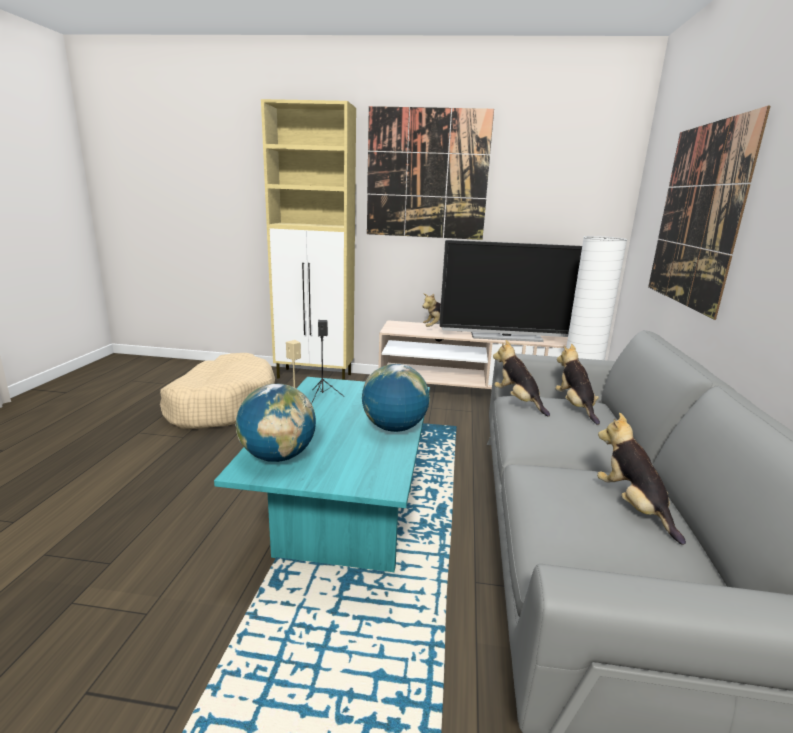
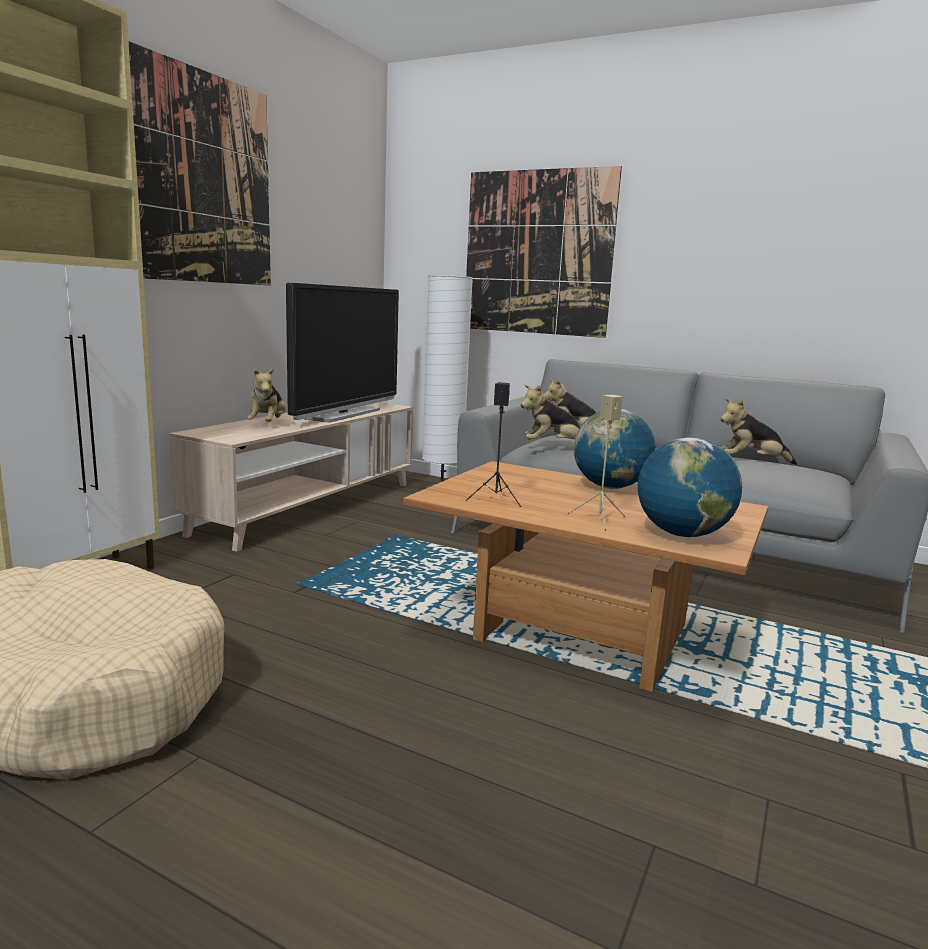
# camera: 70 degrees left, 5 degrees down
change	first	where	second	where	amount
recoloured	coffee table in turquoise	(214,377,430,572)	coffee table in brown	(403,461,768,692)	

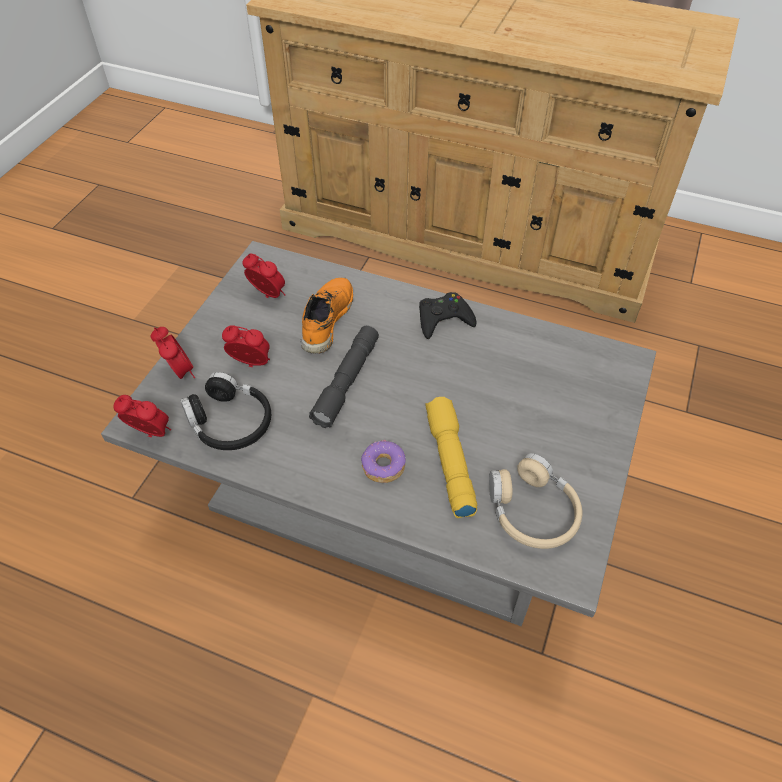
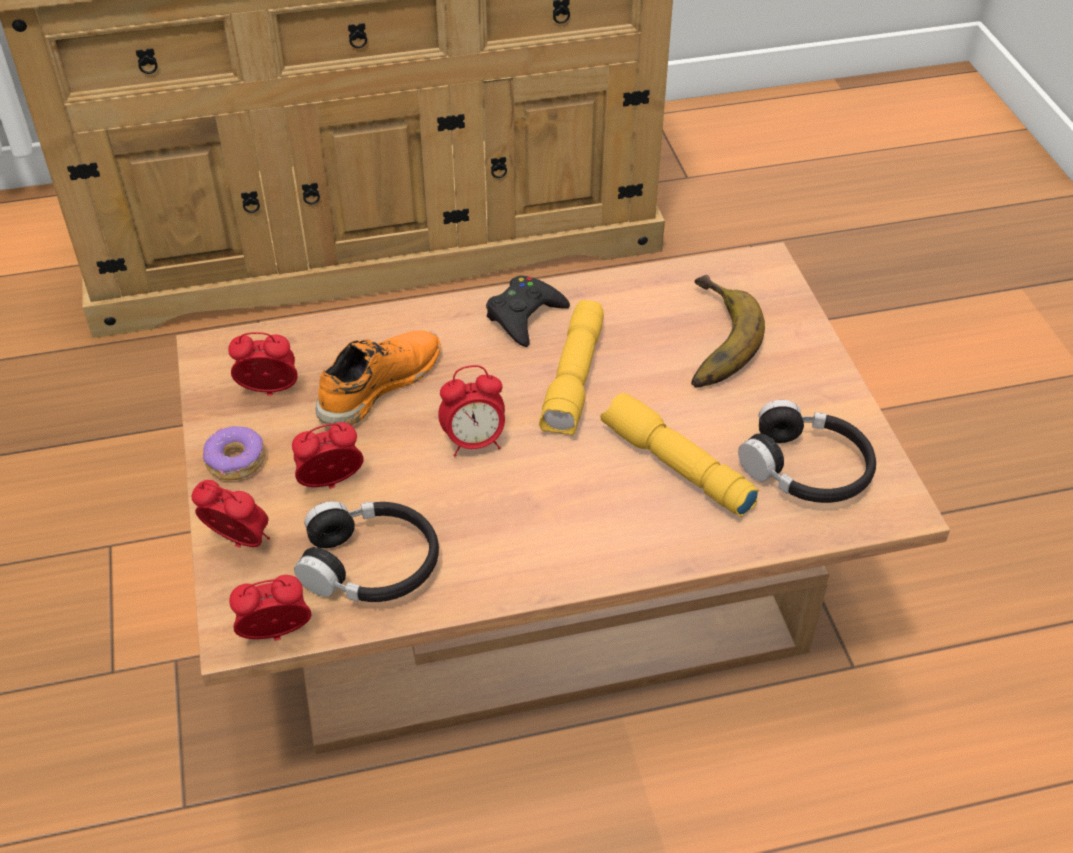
# camera: 35 degrees left, 5 degrees down
change	first	where	second	where	amount
added			flashlight in yellow	(539,300,604,436)	
added			banana	(691,275,765,388)	
moved	donut	(361,440,406,483)		(203,426,265,480)	
replaced	flashlight in grey	(309,326,379,428)	alarm clock	(438,365,505,456)	
recoloured	coffee table in grey	(101,241,656,626)	coffee table in brown	(176,242,950,754)	
recoloured	headphones in beige	(489,453,582,549)	headphones in black	(738,400,876,503)	
turned	shoe in orange	(300,277,353,354)		(315,331,441,426)	60 degrees clockwise

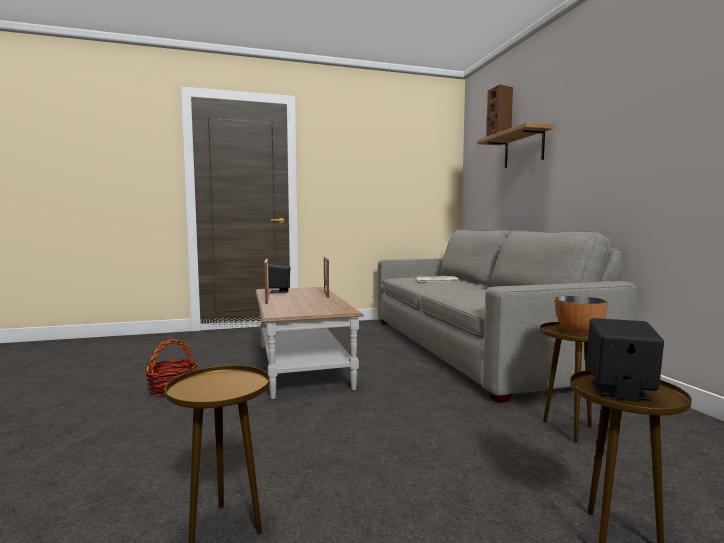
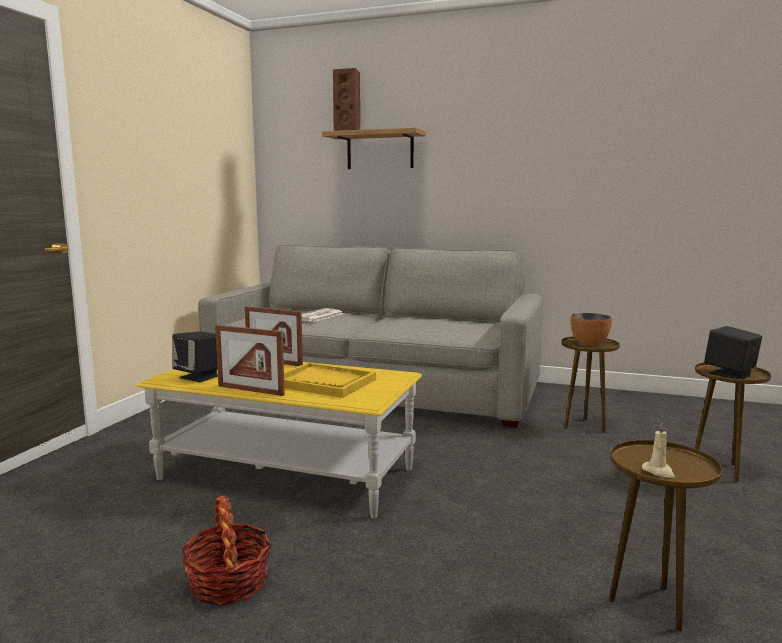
# camera: 55 degrees left, 5 degrees up
change	first	where	second	where	amount
added			tray in yellow	(284,363,376,398)	
added			candle in beige	(642,422,675,478)	
recoloured	coffee table in brown	(256,287,364,399)	coffee table in yellow	(136,362,422,519)	

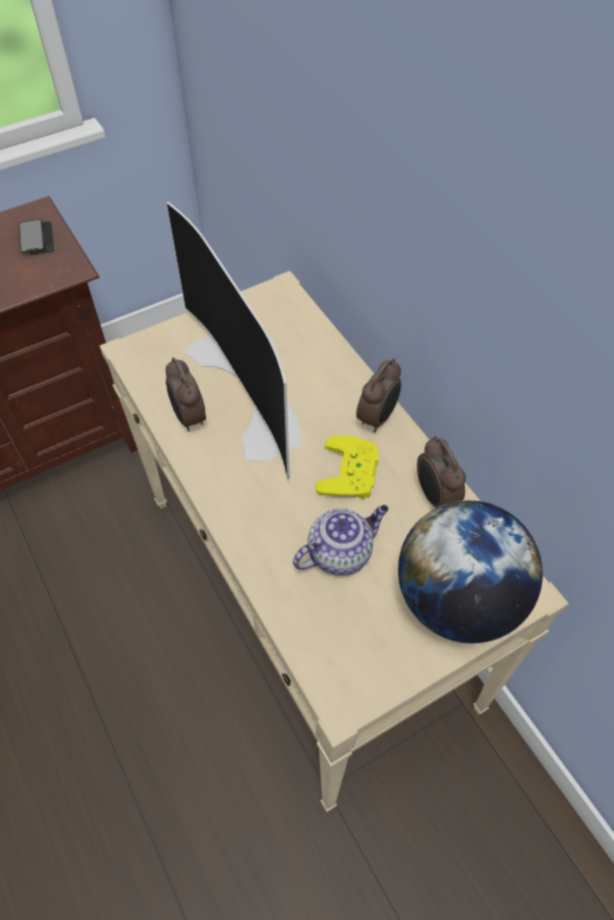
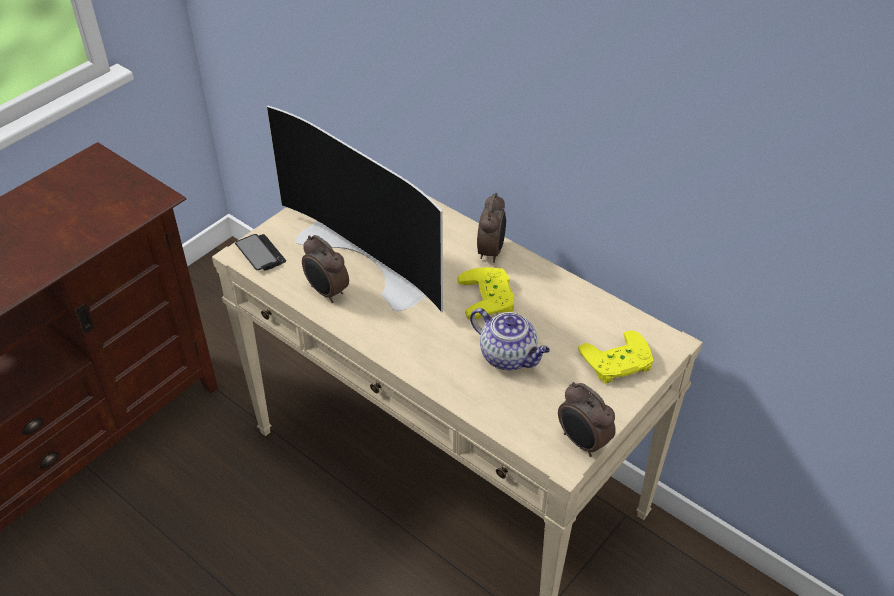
# camera: 20 degrees left, 10 degrees down
change	first	where	second	where	amount
moved	phone	(19,219,54,255)		(235,234,286,270)	
moved	alarm clock	(417,436,466,508)		(558,382,616,457)	
replaced	globe	(398,500,543,643)	game controller in yellow	(578,330,653,384)	
turned	teapot	(293,505,388,575)		(470,308,550,370)	90 degrees clockwise

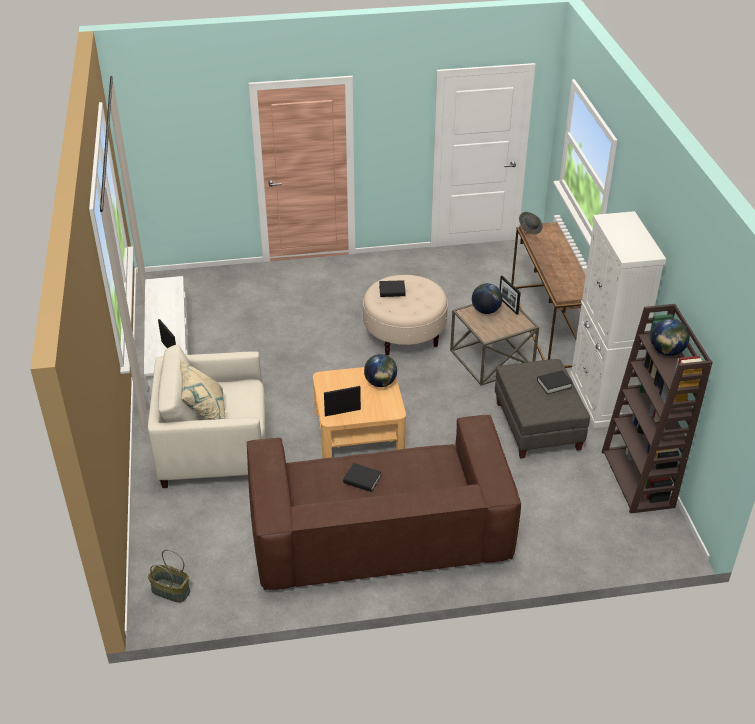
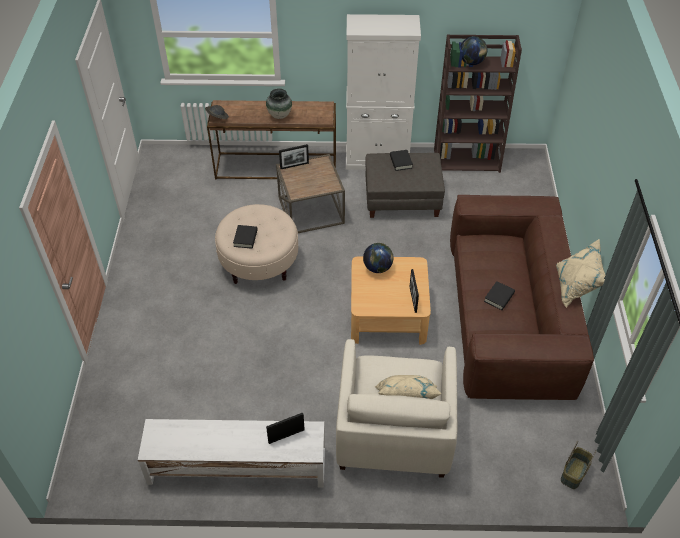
# camera: 80 degrees left, 10 degrees up
change	first	where	second	where	amount
removed	globe	(472,283,503,314)			
added			vase	(266,88,292,119)	
added			pillow in beige	(556,239,606,308)	

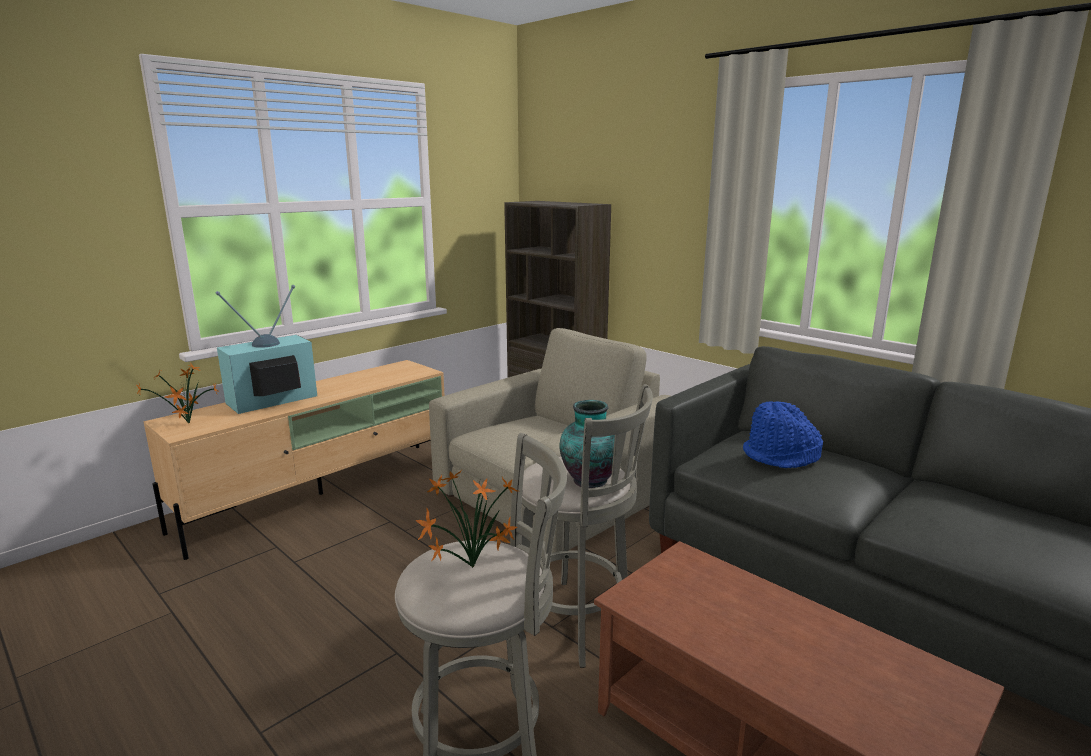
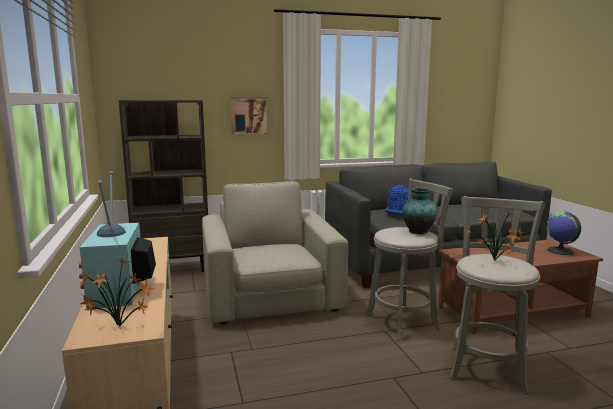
# camera: 60 degrees left, 5 degrees down
change	first	where	second	where	amount
added			picture	(230,97,269,135)	
added			globe	(546,212,581,255)	

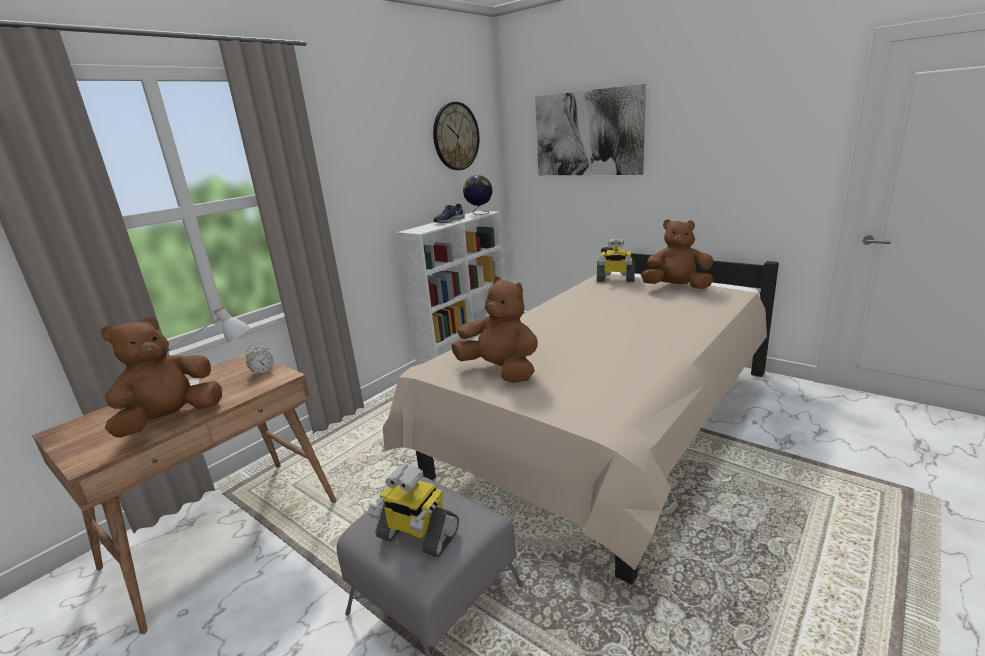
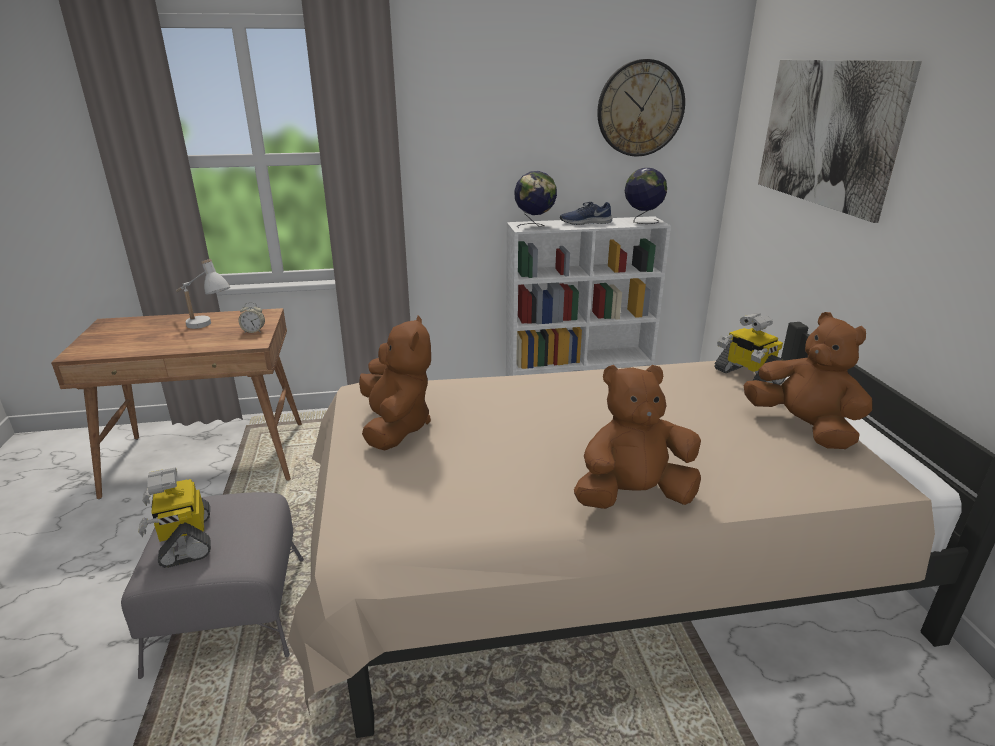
# camera: 40 degrees right, 5 degrees up
change	first	where	second	where	amount
added			globe	(514,171,557,228)	
moved	plush toy in brown	(101,317,222,438)		(574,365,701,509)	

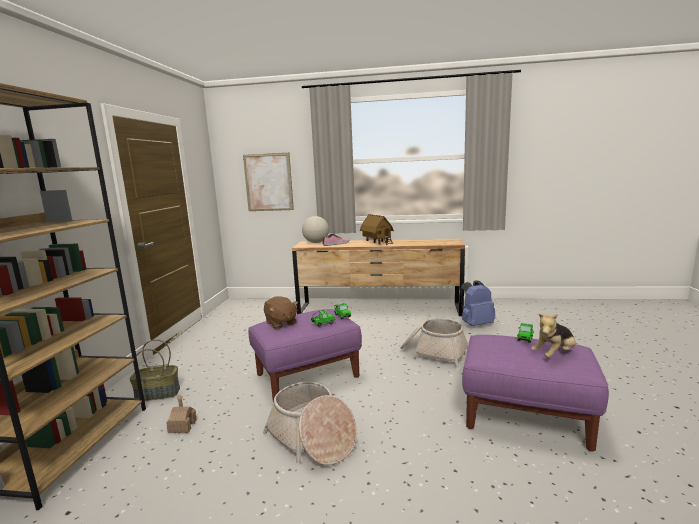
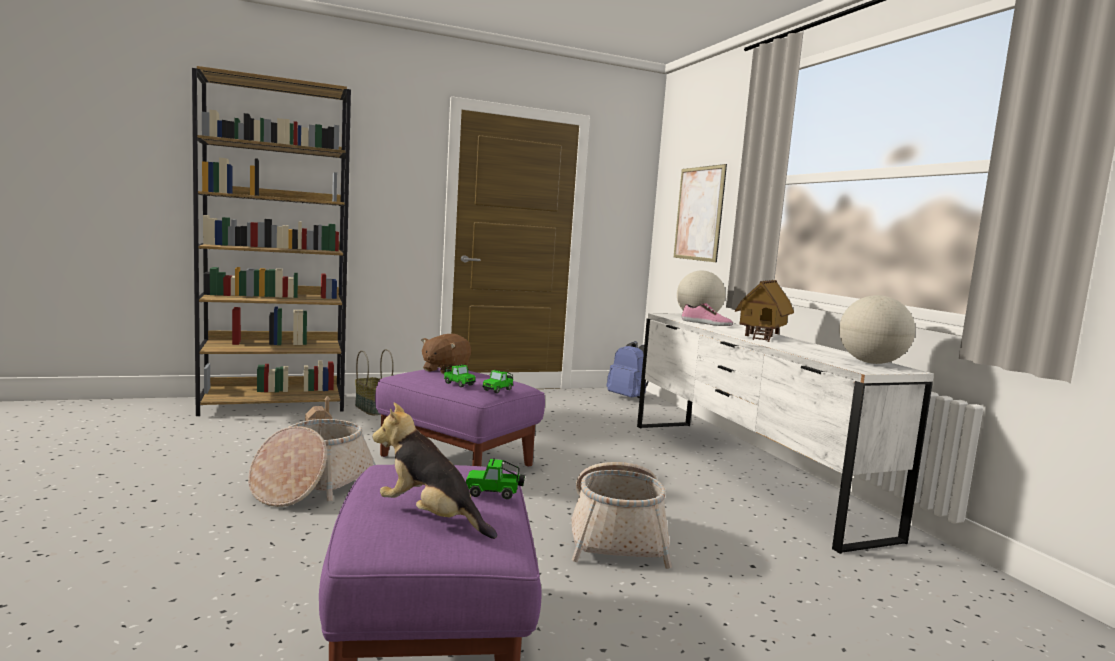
# camera: 60 degrees right, 5 degrees down
change	first	where	second	where	amount
added			globe	(839,295,915,364)	
moved	backpack in blue	(460,280,495,326)		(607,341,649,398)	
recoloured	dresser in brown	(292,238,465,316)	dresser in white	(637,313,934,554)	

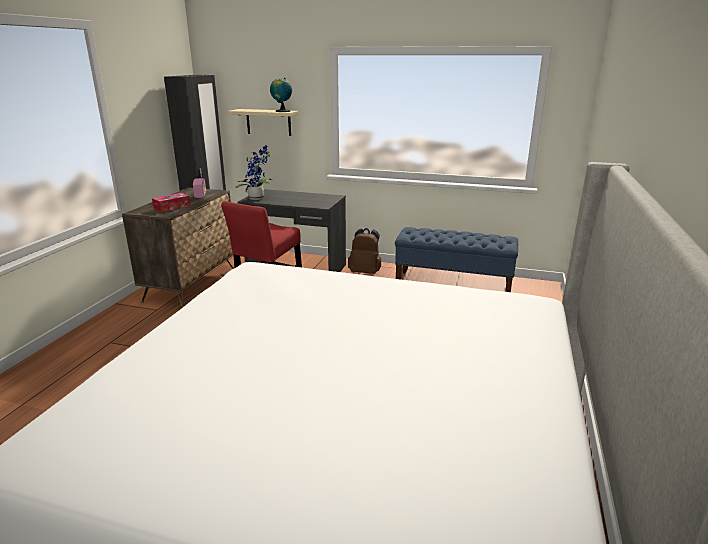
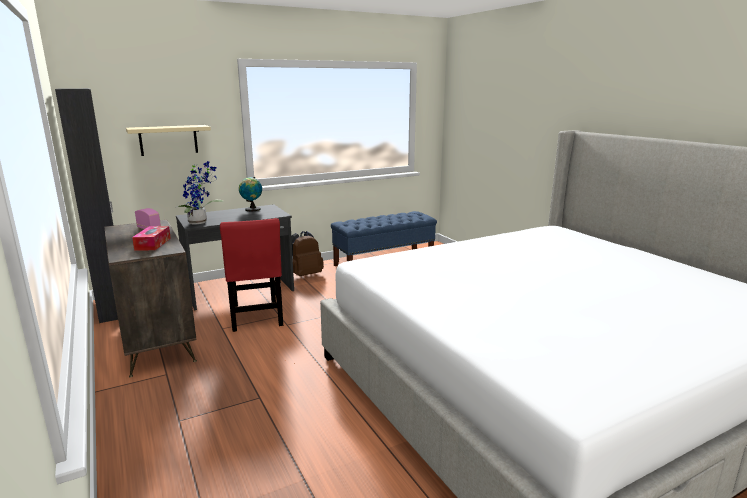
# camera: 45 degrees left, 5 degrees down
change	first	where	second	where	amount
moved	globe	(270,78,292,112)		(239,177,262,211)	

